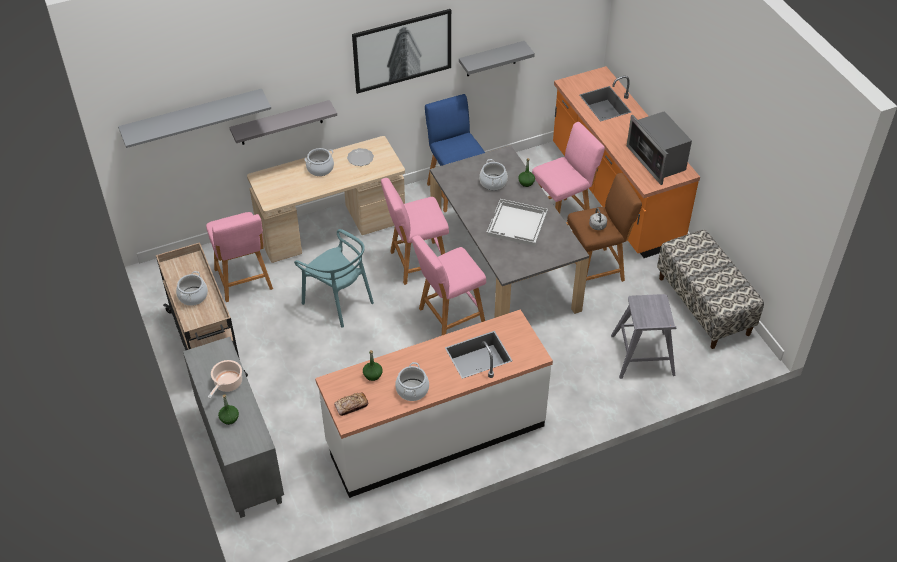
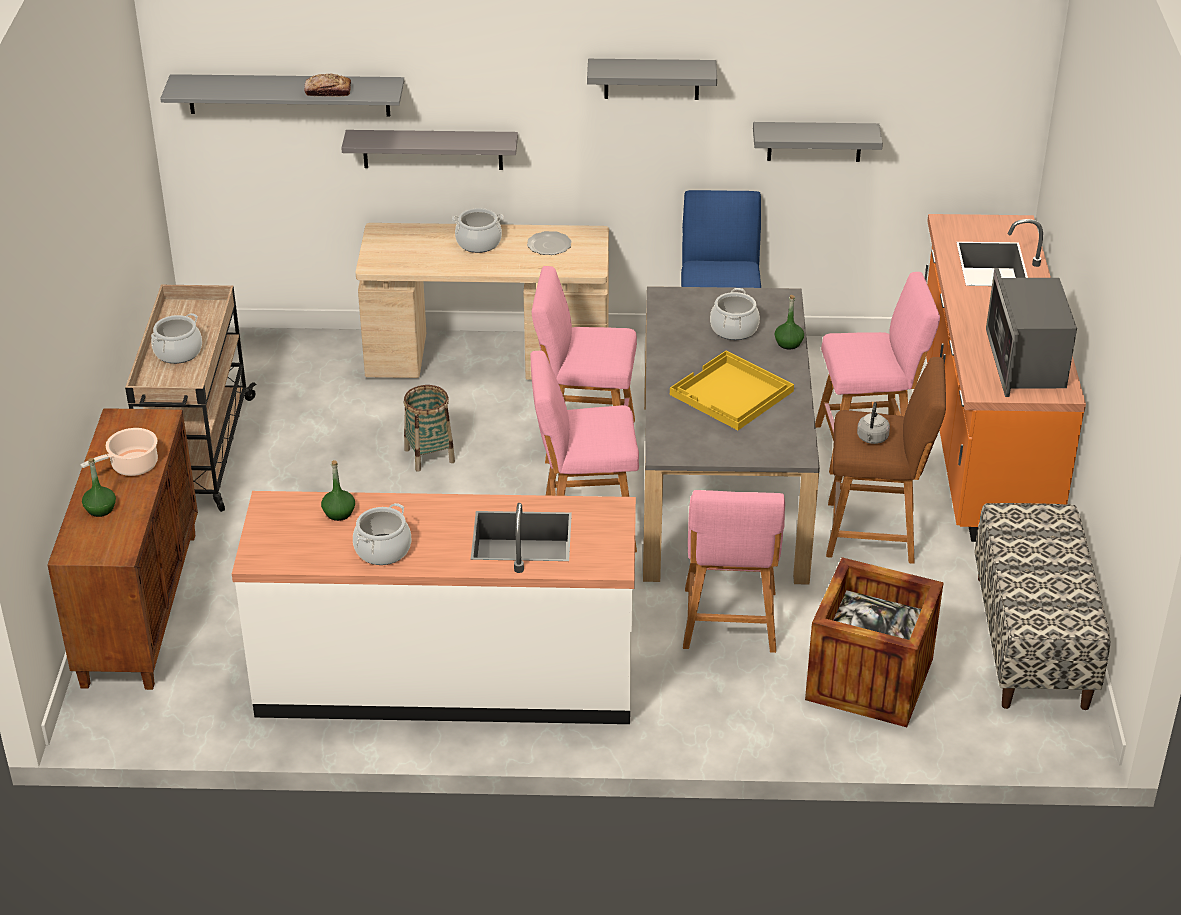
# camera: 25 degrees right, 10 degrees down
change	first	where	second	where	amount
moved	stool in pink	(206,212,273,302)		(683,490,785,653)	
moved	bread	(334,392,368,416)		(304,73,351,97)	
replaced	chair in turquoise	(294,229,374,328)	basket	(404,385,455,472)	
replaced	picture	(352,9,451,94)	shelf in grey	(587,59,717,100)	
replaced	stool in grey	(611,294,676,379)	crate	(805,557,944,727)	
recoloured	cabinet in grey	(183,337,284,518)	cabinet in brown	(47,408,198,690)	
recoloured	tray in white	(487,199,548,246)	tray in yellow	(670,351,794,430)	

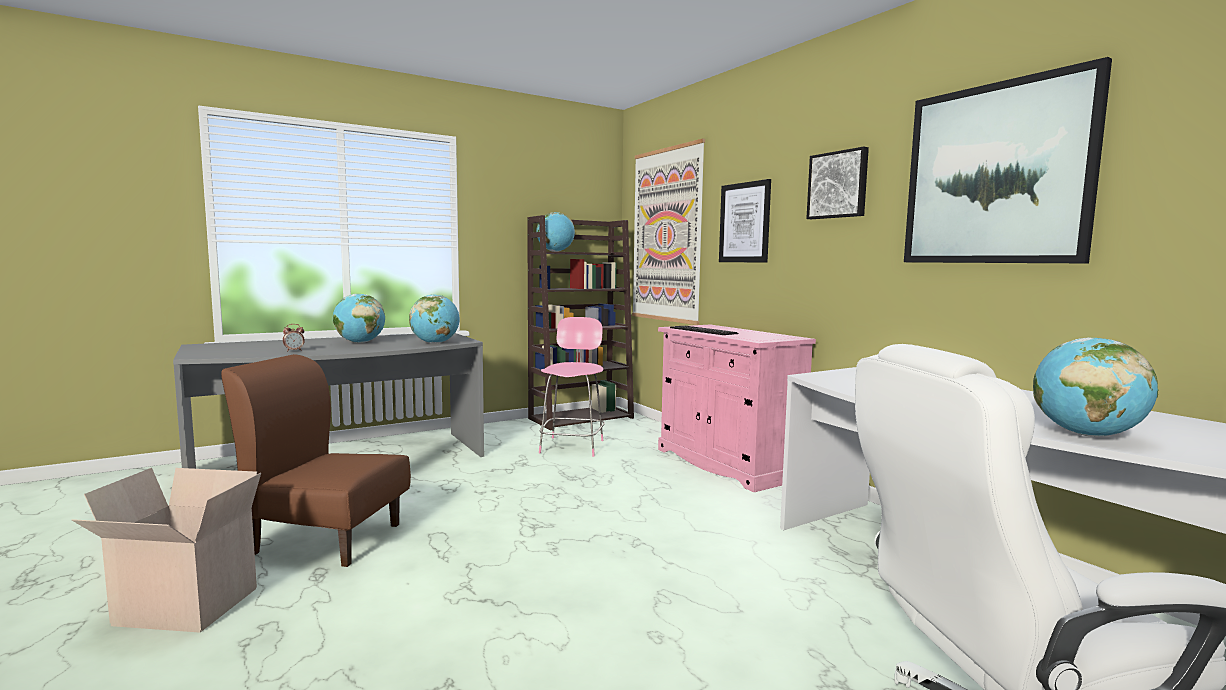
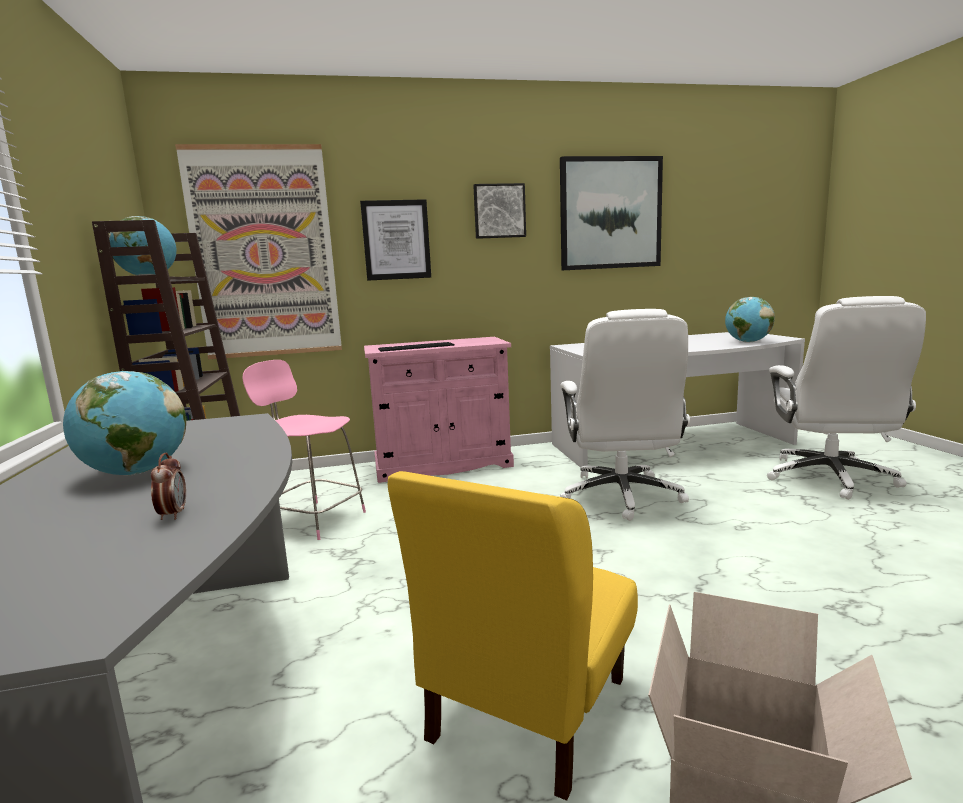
# camera: 70 degrees left, 5 degrees up
change	first	where	second	where	amount
removed	globe	(409,294,460,344)			
added			office chair in white	(559,309,690,521)	
recoloured	chair in brown	(221,354,411,567)	chair in yellow	(388,471,638,801)	

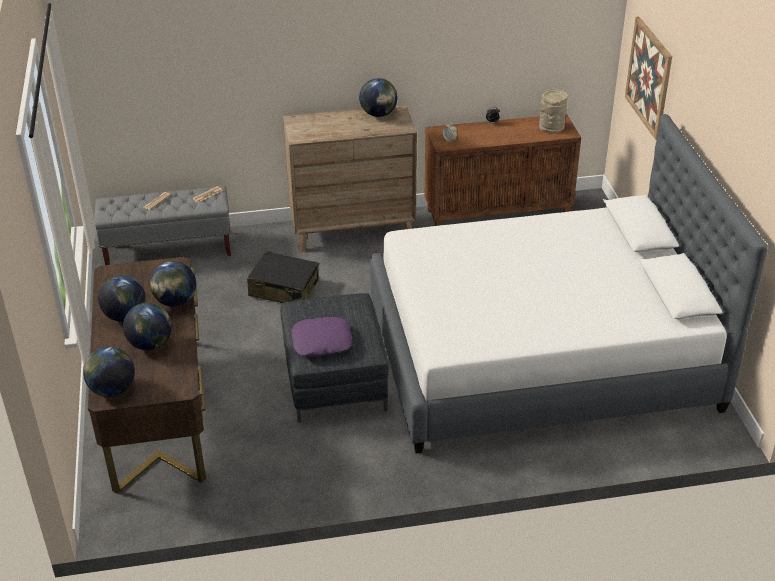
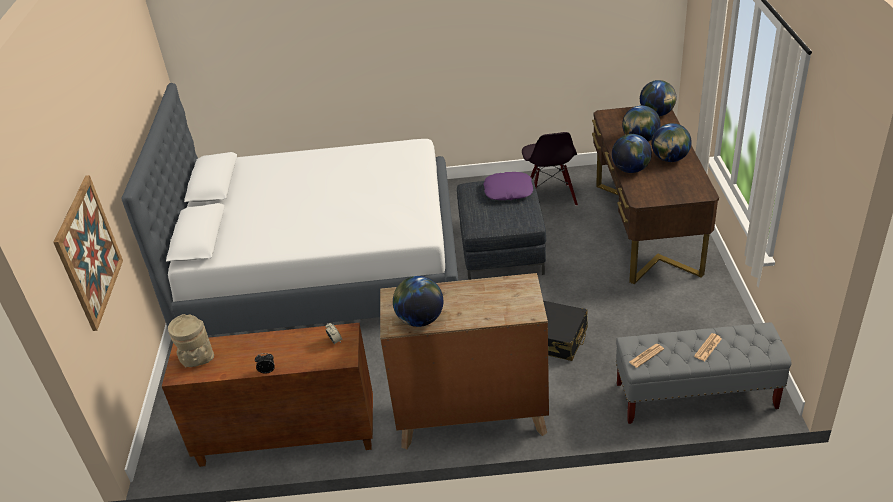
# camera: 170 degrees left, 0 degrees up
change	first	where	second	where	amount
added			chair in black	(522,132,578,206)	

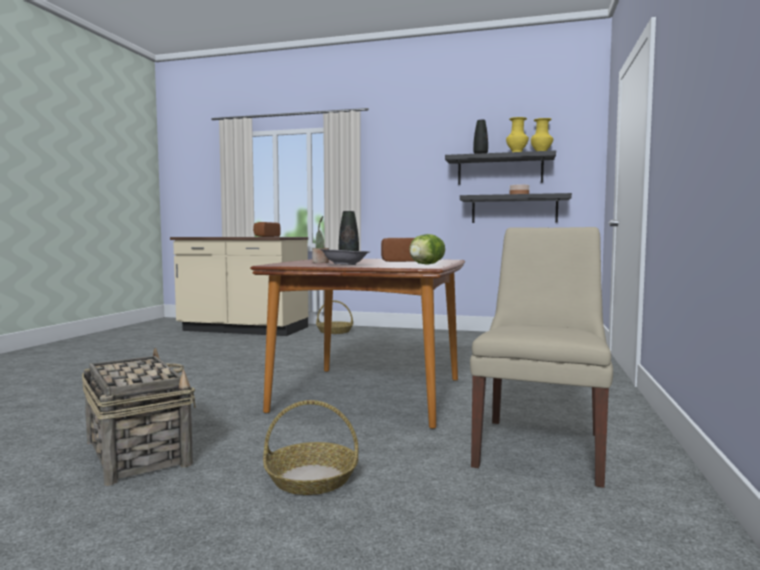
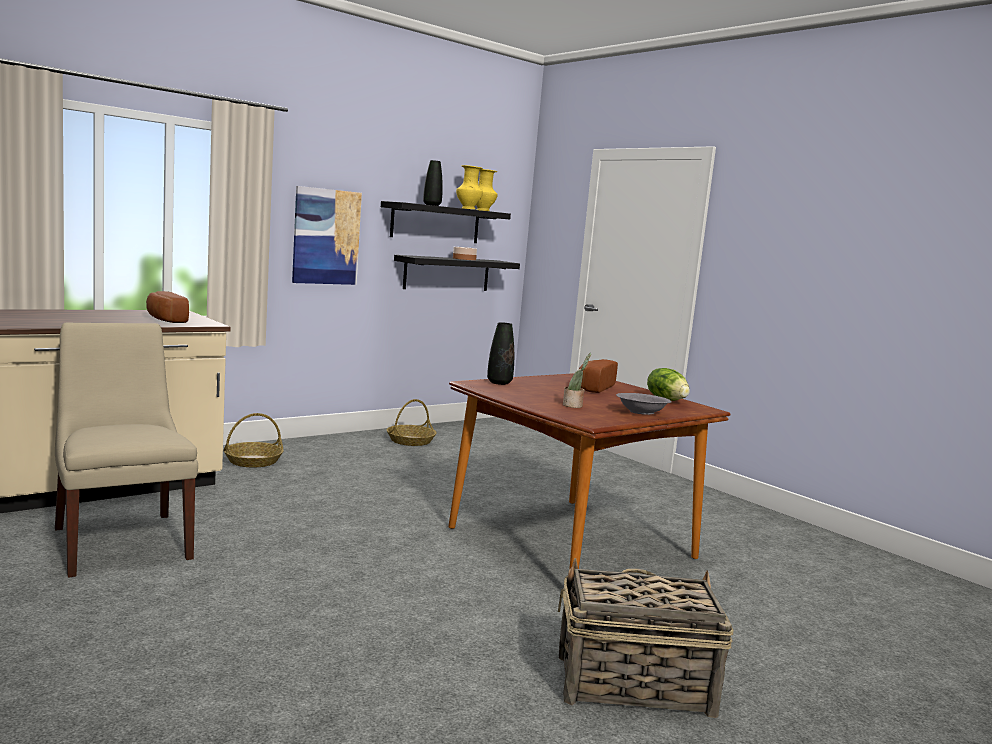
# camera: 55 degrees left, 5 degrees up
change	first	where	second	where	amount
added			picture	(292,186,362,285)	
moved	basket	(263,400,358,495)		(387,399,437,446)	
moved	chair in beige	(470,227,613,488)		(55,323,198,578)	

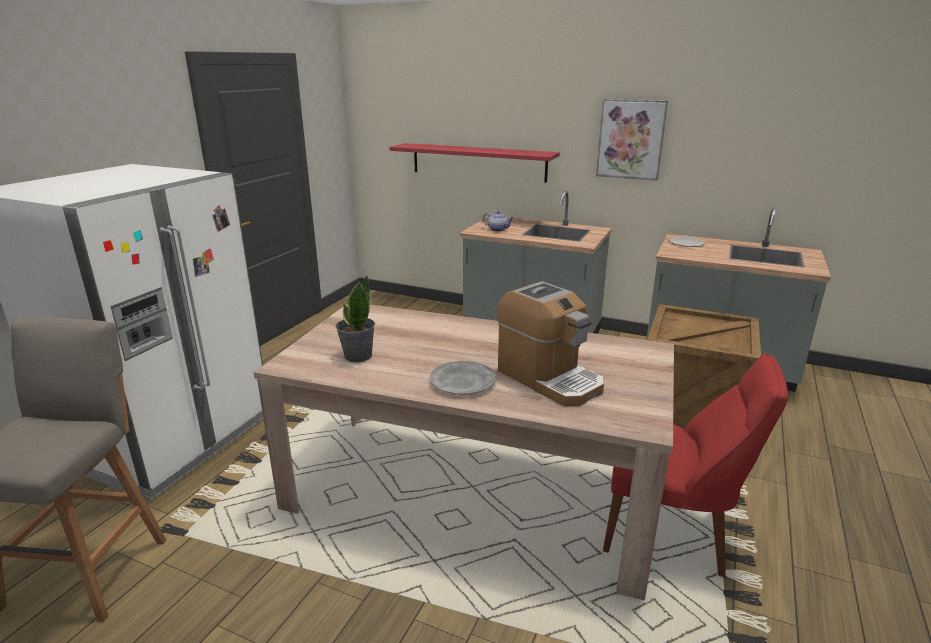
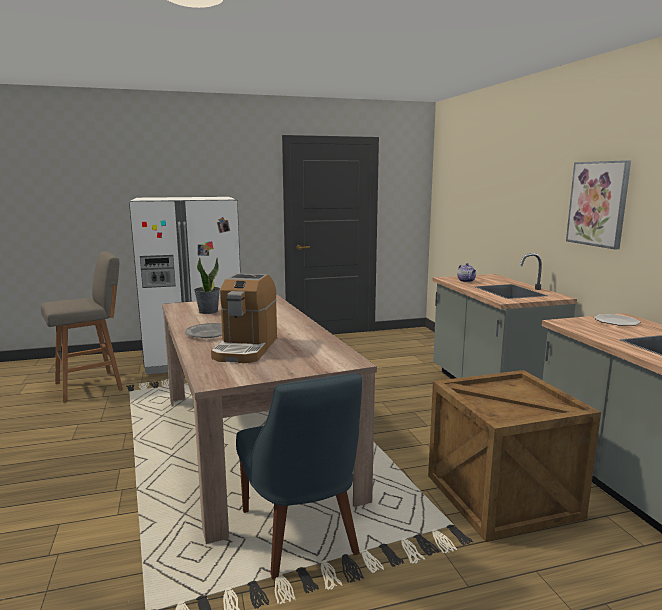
# camera: 50 degrees right, 10 degrees down
change	first	where	second	where	amount
removed	shelf in red	(389,143,560,183)			
recoloured	chair in red	(603,353,788,578)	chair in blue	(236,373,362,579)	

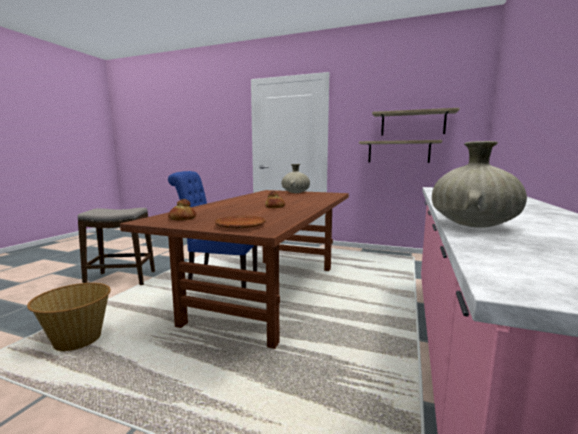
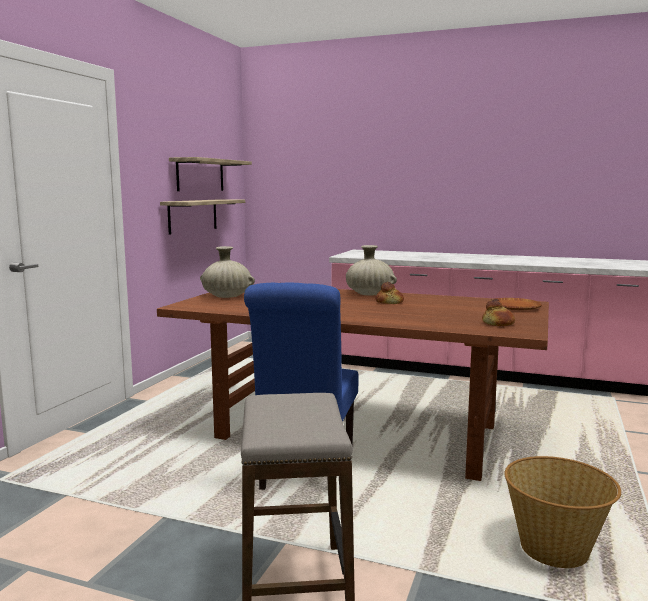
# camera: 90 degrees left, 0 degrees up
change	first	where	second	where	amount
moved	vase in beige	(432,141,527,228)		(346,245,397,295)	

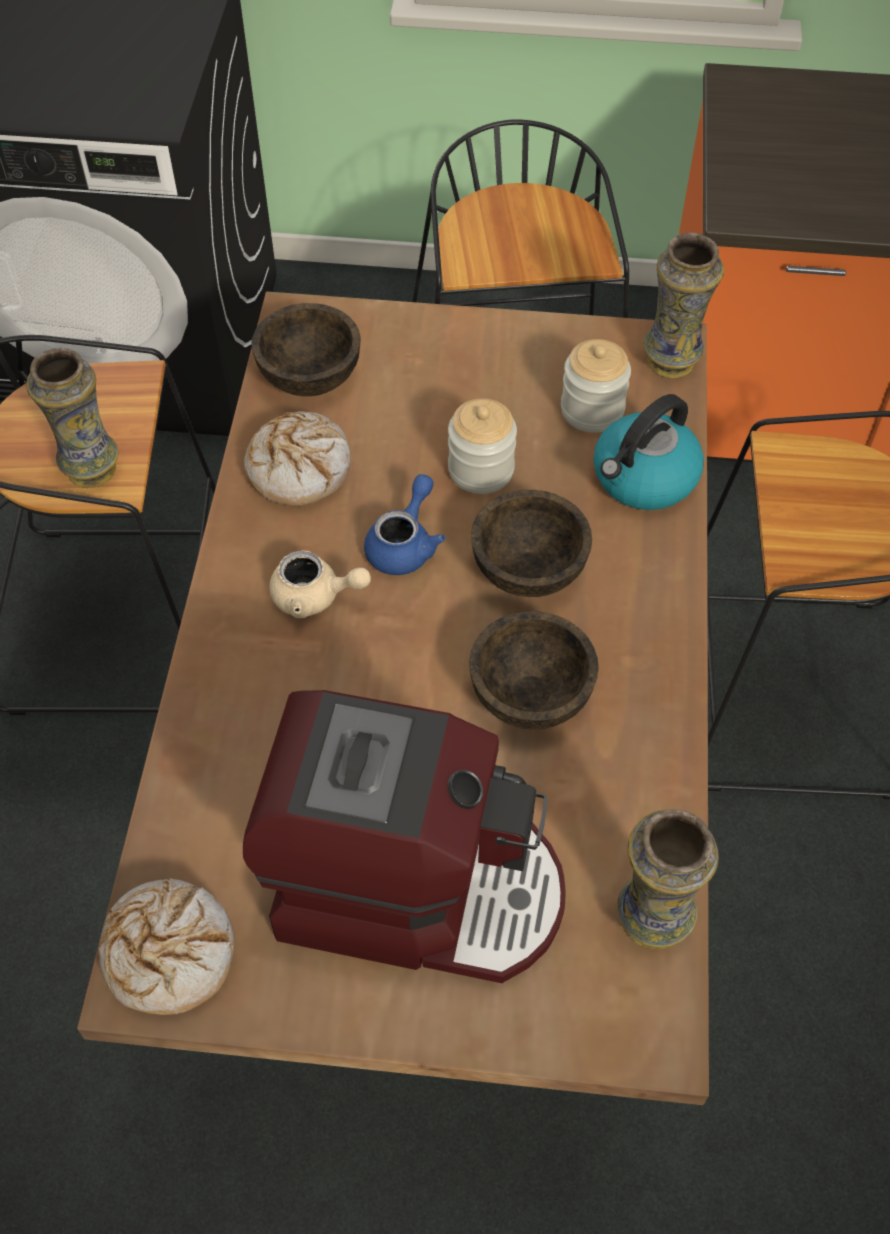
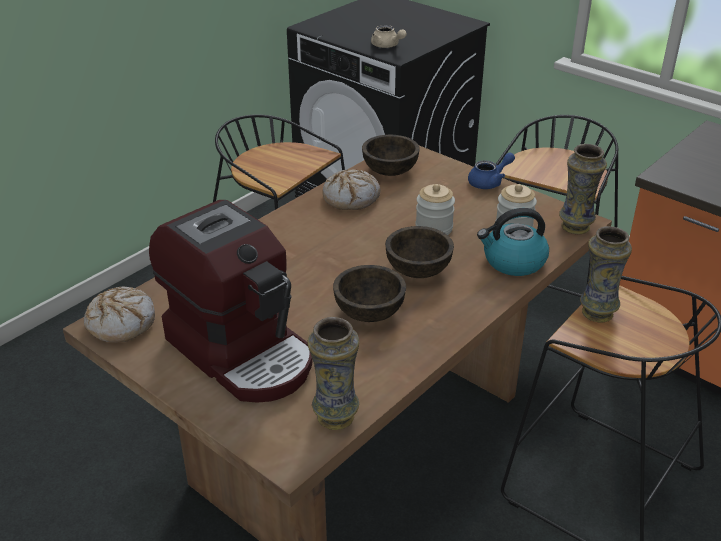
# camera: 35 degrees right, 20 degrees down
change	first	where	second	where	amount
moved	vase	(26,348,118,488)		(580,226,632,323)	
moved	teapot in beige	(269,551,371,618)		(371,25,407,48)	
moved	teapot in blue	(364,474,446,575)		(468,152,515,189)	

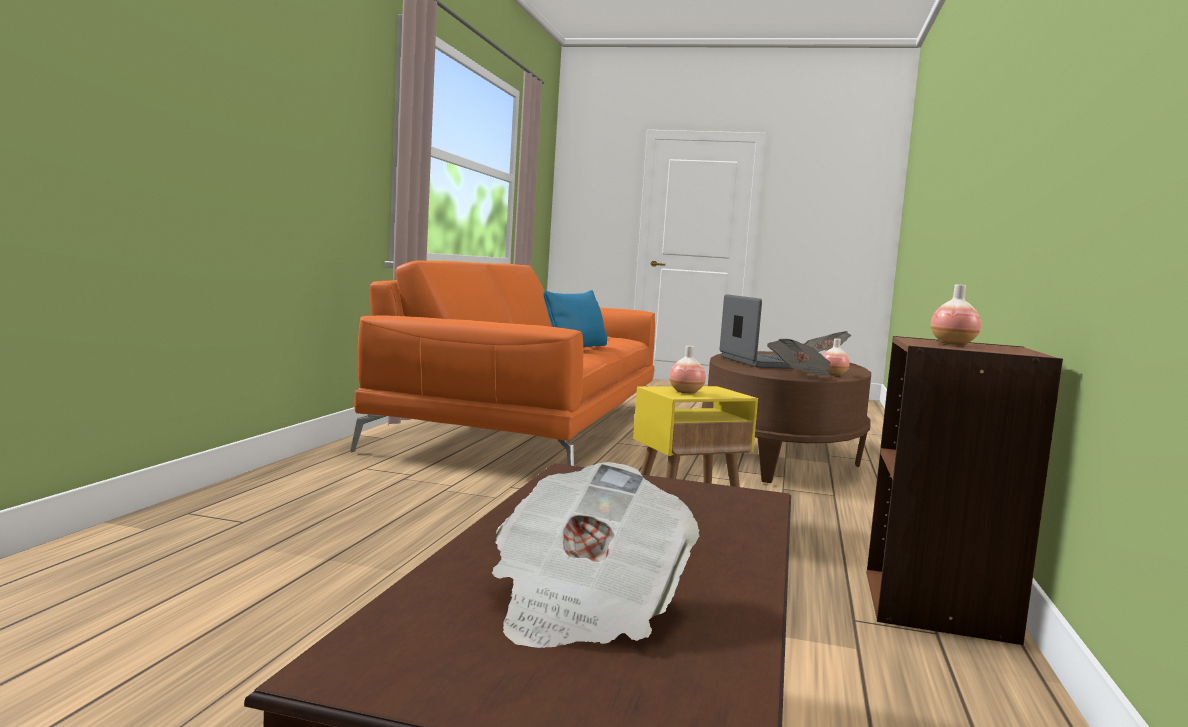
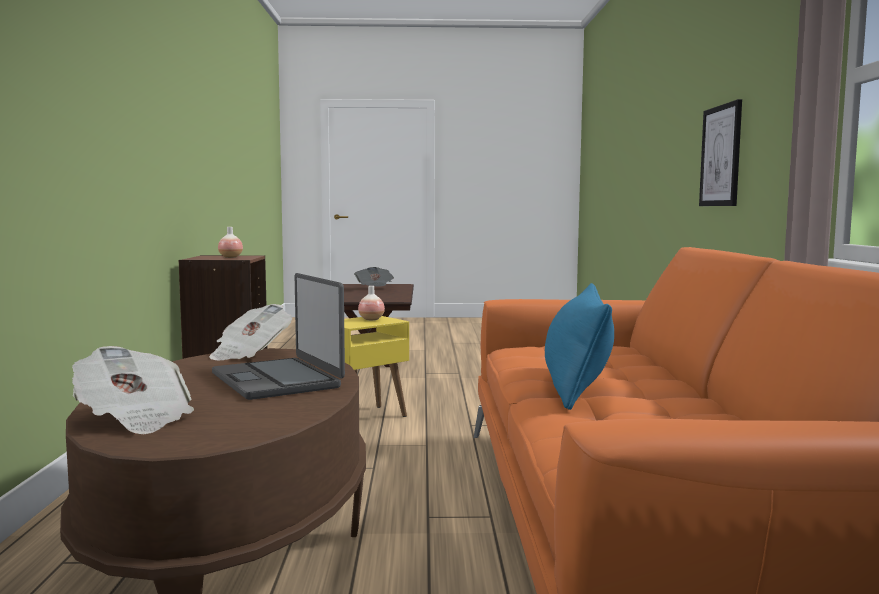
# camera: 165 degrees right, 0 degrees up
change	first	where	second	where	amount
removed	vase	(823,338,850,375)			
added			picture	(699,99,742,206)	

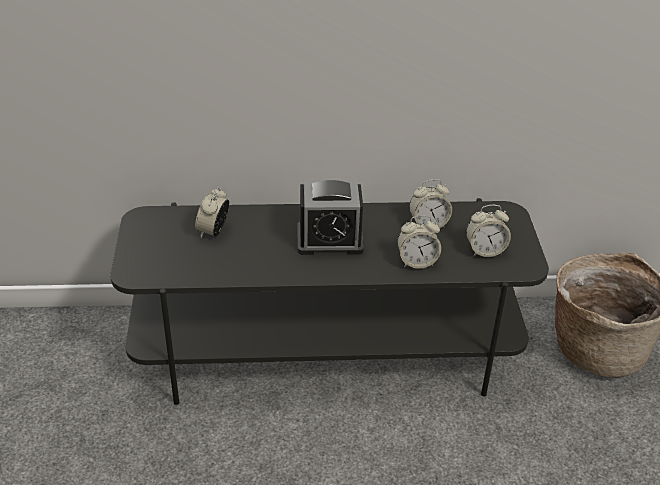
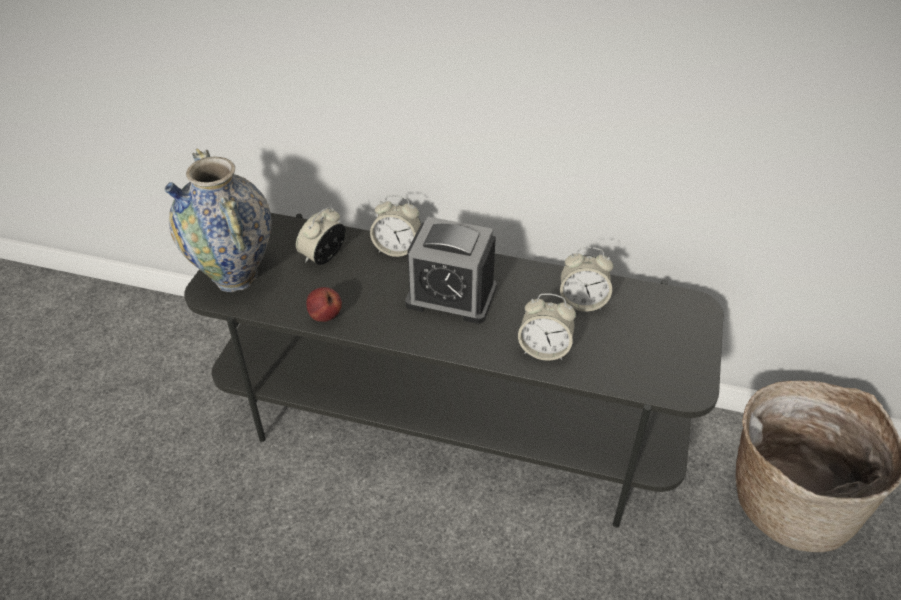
# camera: 20 degrees right, 5 degrees up
change	first	where	second	where	amount
added			vase	(165,148,272,292)	
added			apple	(306,287,342,322)	
moved	alarm clock	(466,205,511,257)		(370,195,421,257)	

